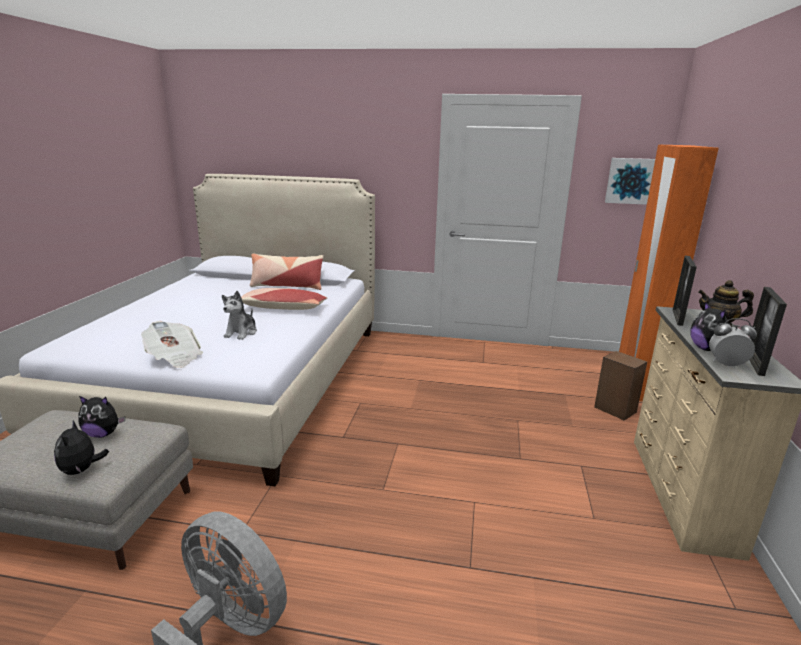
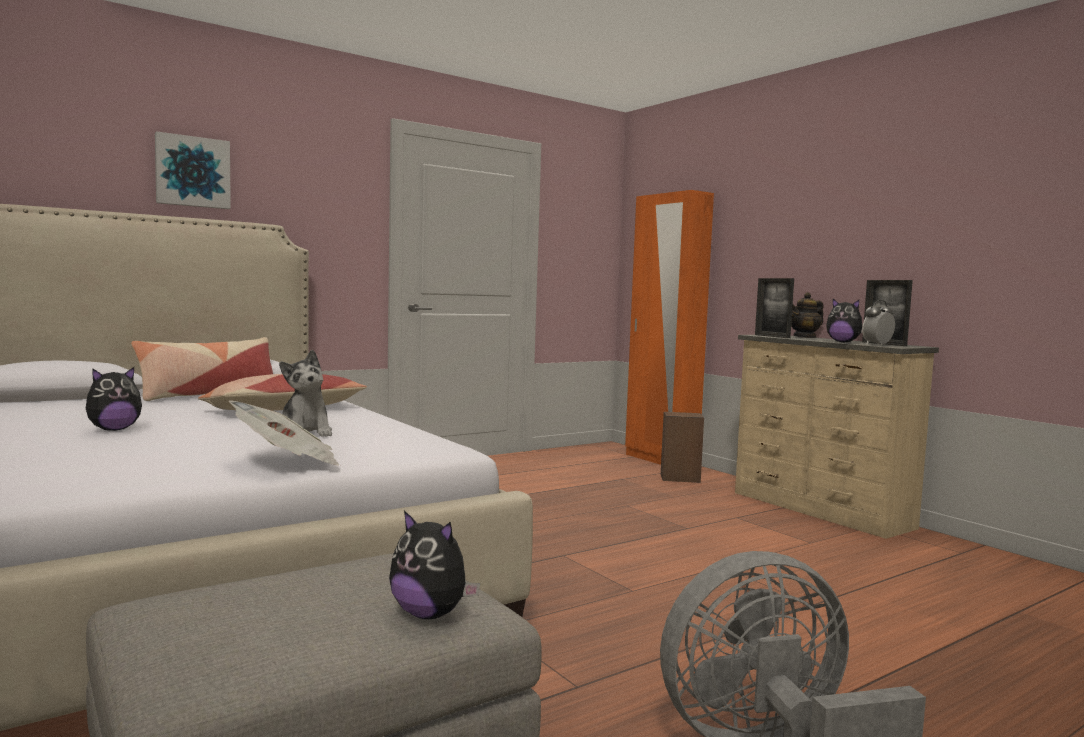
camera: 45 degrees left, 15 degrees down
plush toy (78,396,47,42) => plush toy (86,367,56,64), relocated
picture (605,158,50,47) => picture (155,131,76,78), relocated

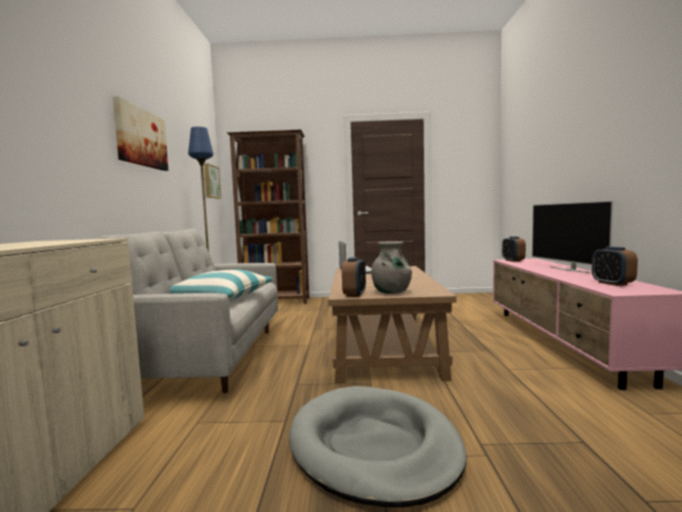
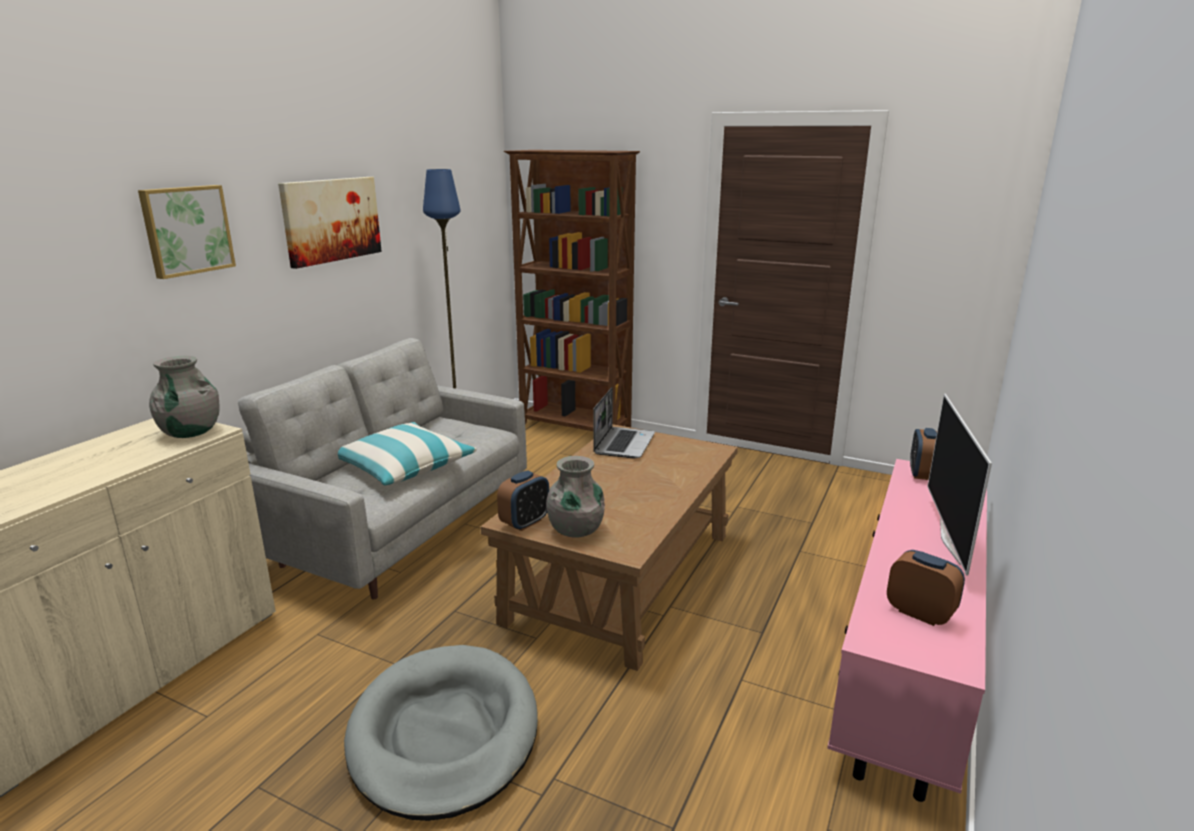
camera: 25 degrees right, 15 degrees up
nothing => vase (grey) (149,356,70,82)
picture (204,163,17,36) => picture (138,185,98,94), relocated
alarm clock (592,246,46,40) => alarm clock (887,550,78,76), 120 degrees clockwise

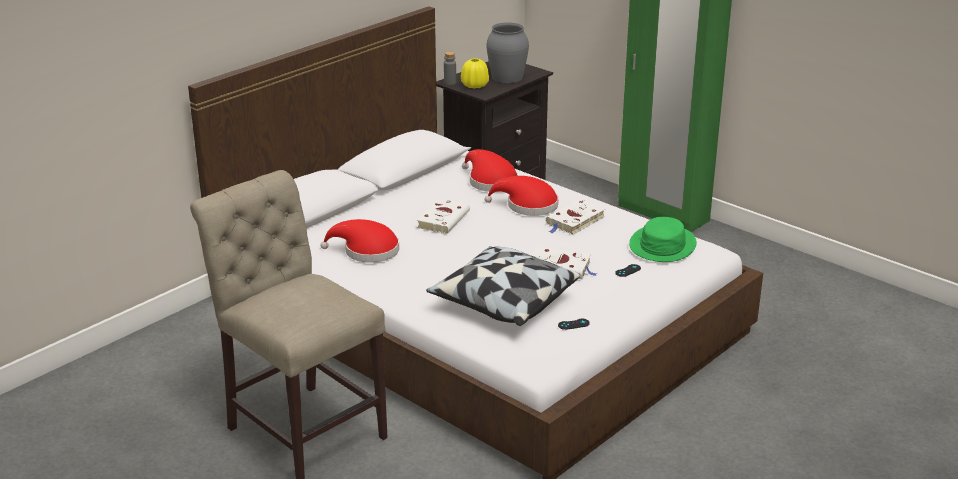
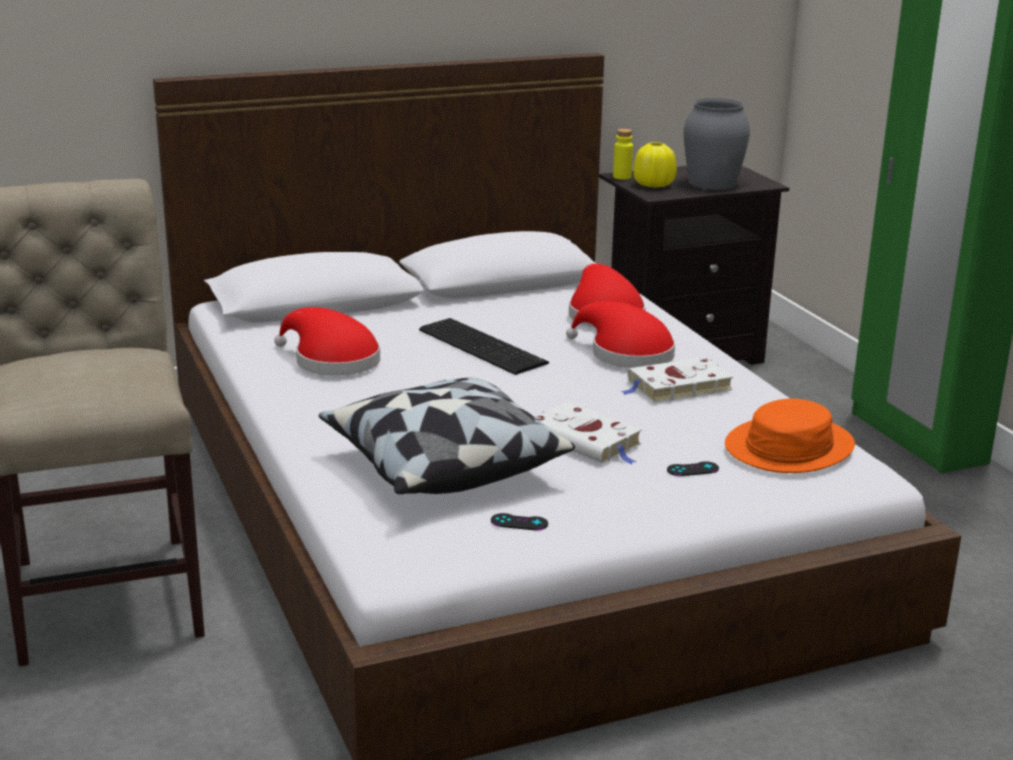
camera: 25 degrees right, 5 degrees down
book (white) (417,198,53,36) => keyboard (419,318,130,57)
bottle (grey) (444,52,12,33) => bottle (yellow) (613,129,20,51)
hat (green) (629,217,68,45) => hat (orange) (725,399,130,74)

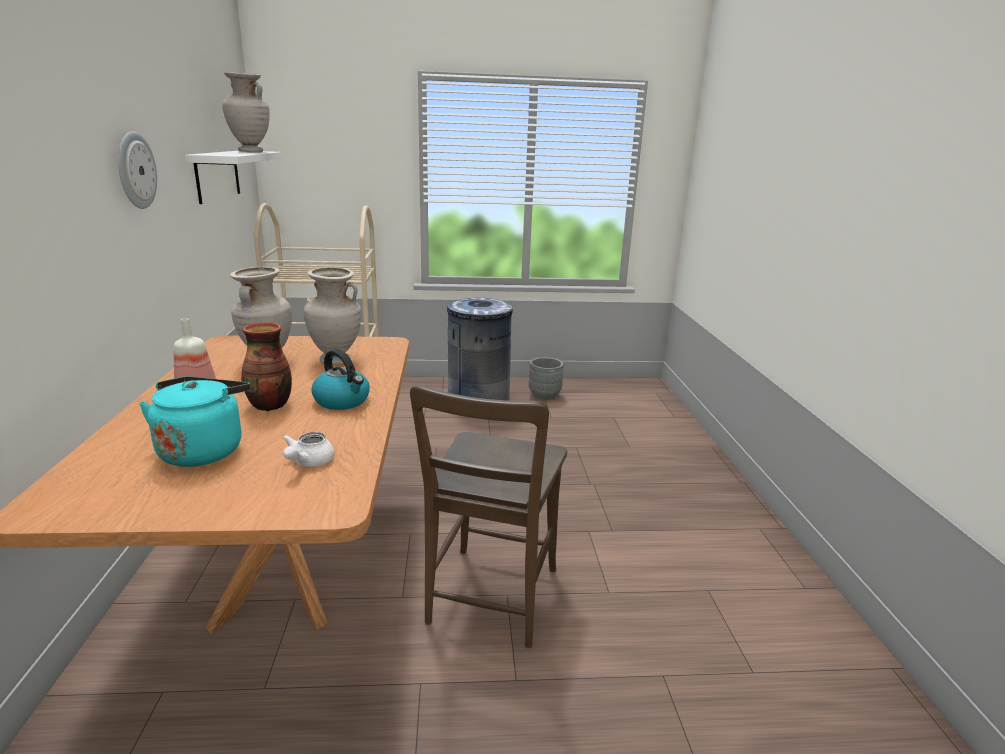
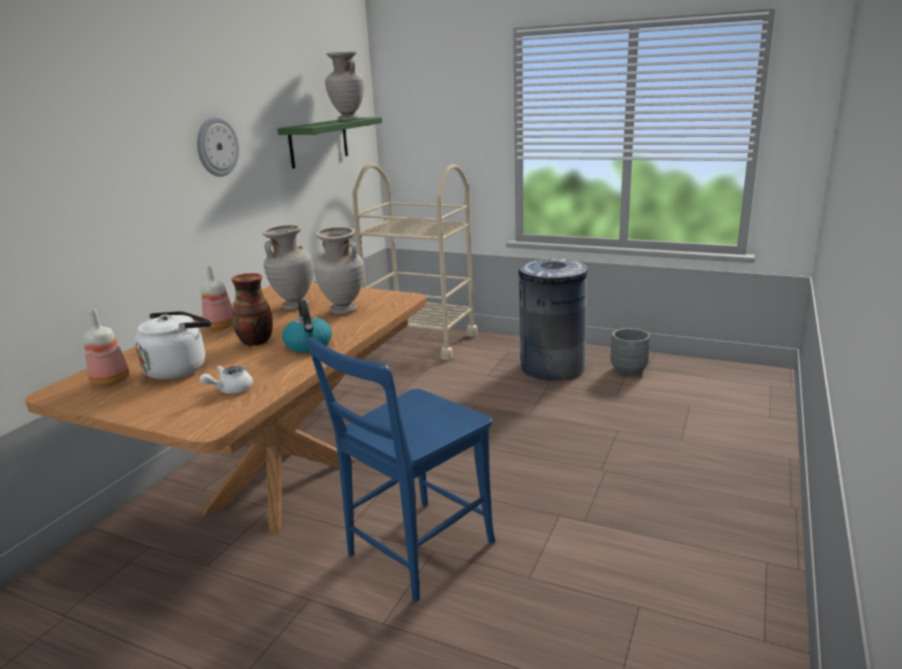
camera: 30 degrees right, 0 degrees up
nothing => bottle (84,310,45,77)
kettle (turquoise) (139,376,111,91) => kettle (white) (135,311,77,69)
shelf (white) (185,151,96,53) => shelf (green) (278,117,104,52)
chair (brown) (410,385,157,263) => chair (blue) (307,337,189,265)

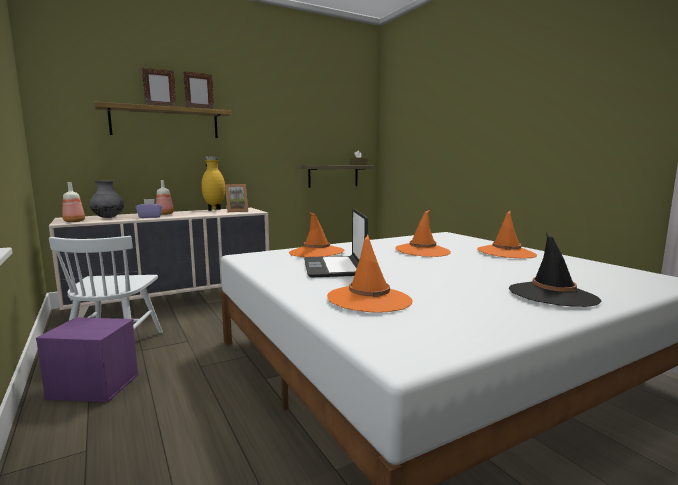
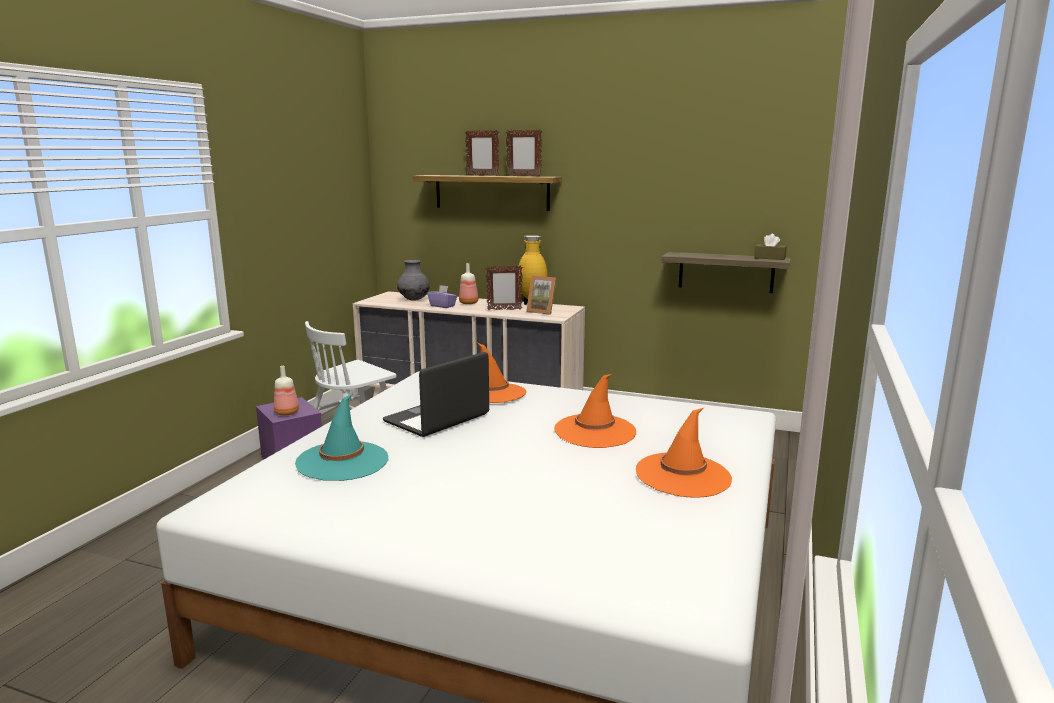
camera: 50 degrees right, 5 degrees up
hat (black) (509,232,92,75) => nothing
nothing => picture frame (485,265,38,45)
bottle (62,182,23,40) => bottle (274,366,25,50), relocated
hat (orange) (327,235,85,78) => hat (turquoise) (295,394,93,87)

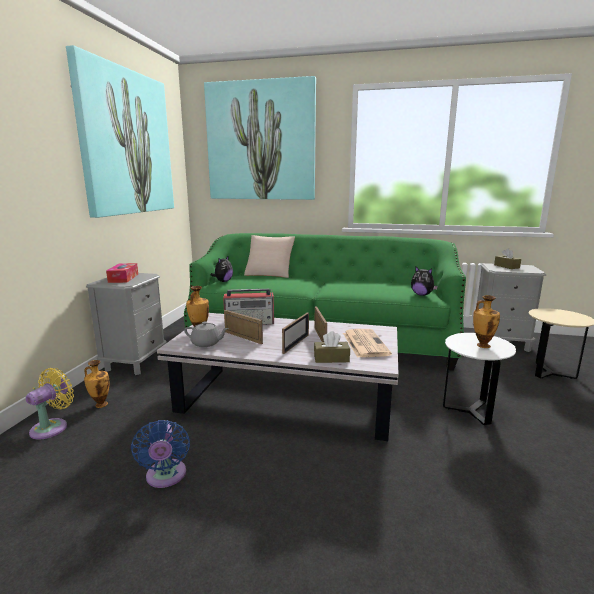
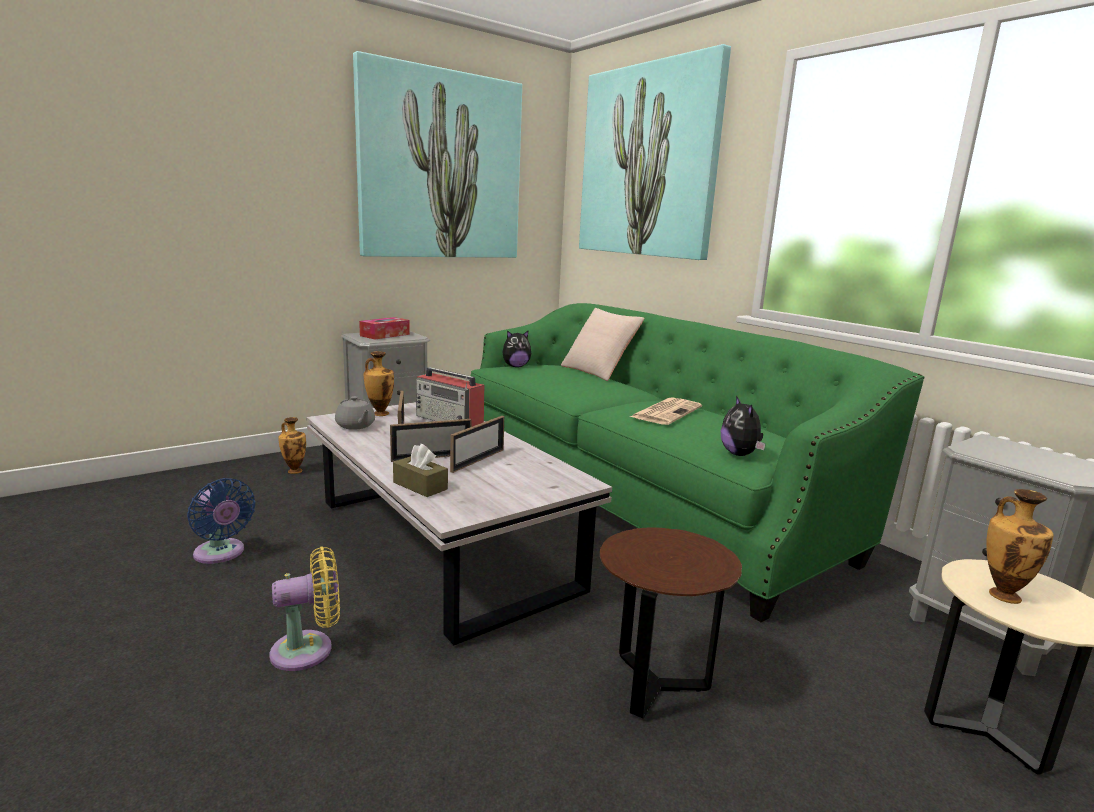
camera: 40 degrees right, 0 degrees up
tissue box (brown) (494,248,27,21) => nothing
fan (yellow) (26,368,48,72) => fan (yellow) (269,546,71,125), relocated
newspaper (343,329,49,29) => newspaper (630,397,72,28), relocated
vase (473,295,27,53) => vase (986,489,68,115), relocated
side table (white) (443,333,73,92) => side table (brown) (600,527,142,192)
fan (blue) (131,420,59,68) => fan (blue) (187,478,68,86), 75 degrees counterclockwise

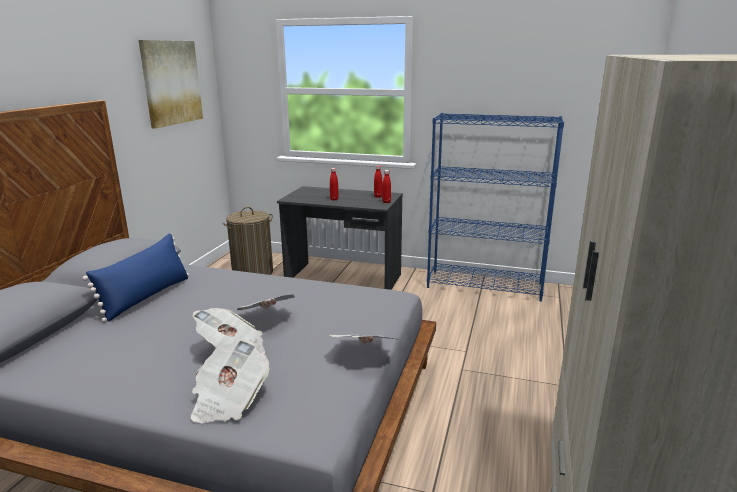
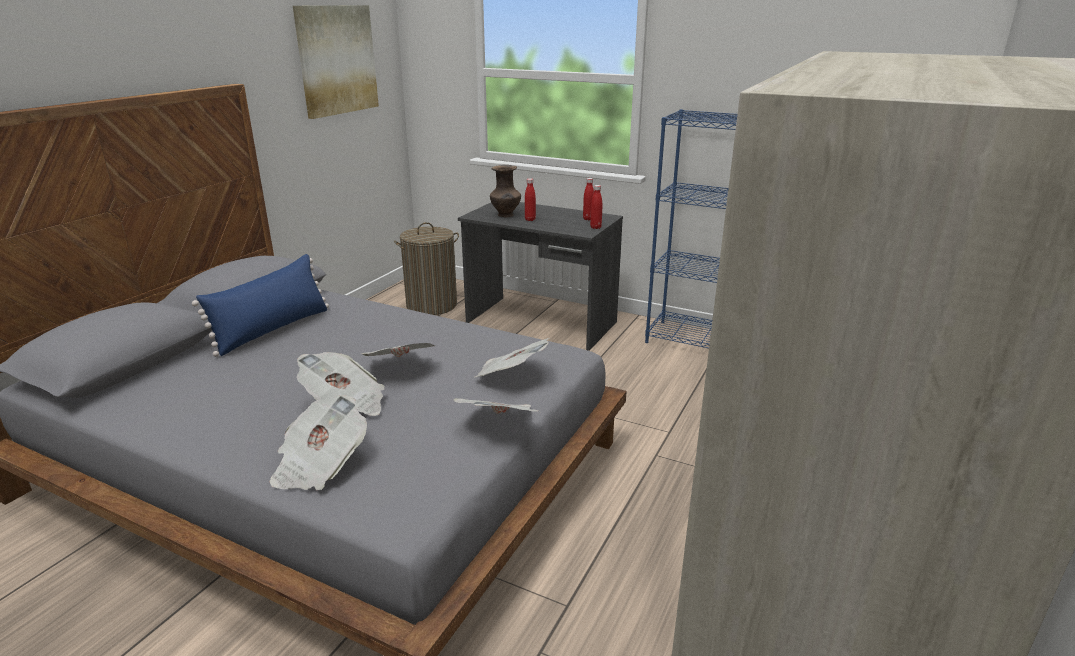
camera: 10 degrees right, 5 degrees up
nothing => newspaper (474,338,75,40)
nothing => vase (brown) (490,165,31,52)

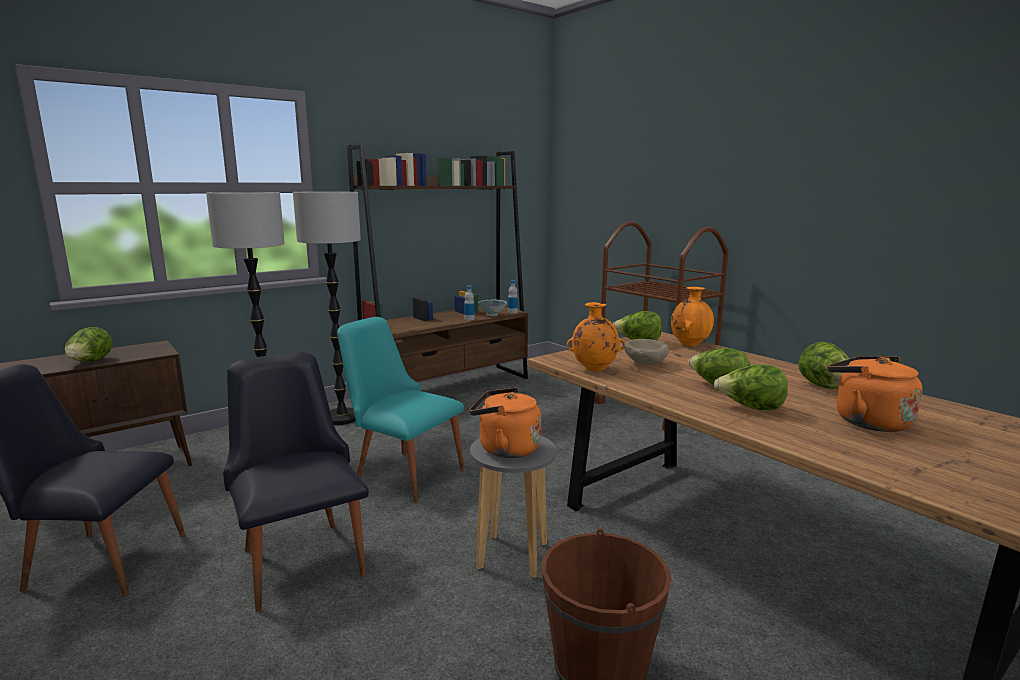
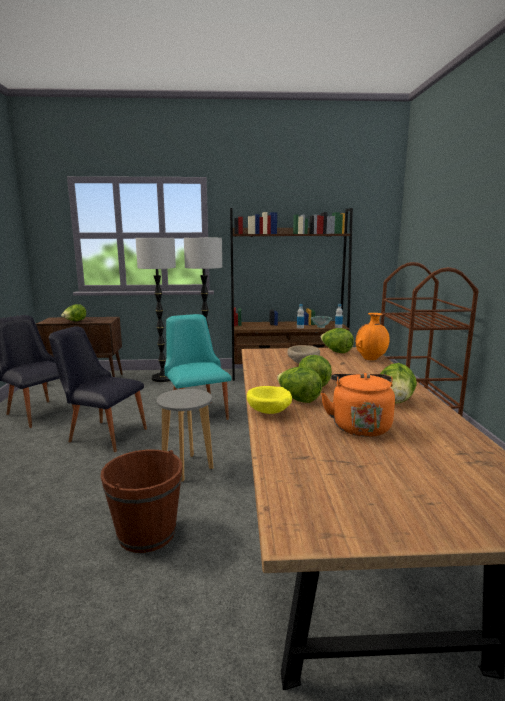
camera: 35 degrees right, 0 degrees up
kettle (orange) (469,388,72,70) => nothing
vase (orange) (567,302,58,69) => nothing
nothing => bowl (yellow) (247,386,45,28)
chair (black) (223,352,146,260) => chair (black) (49,326,98,126), 75 degrees counterclockwise

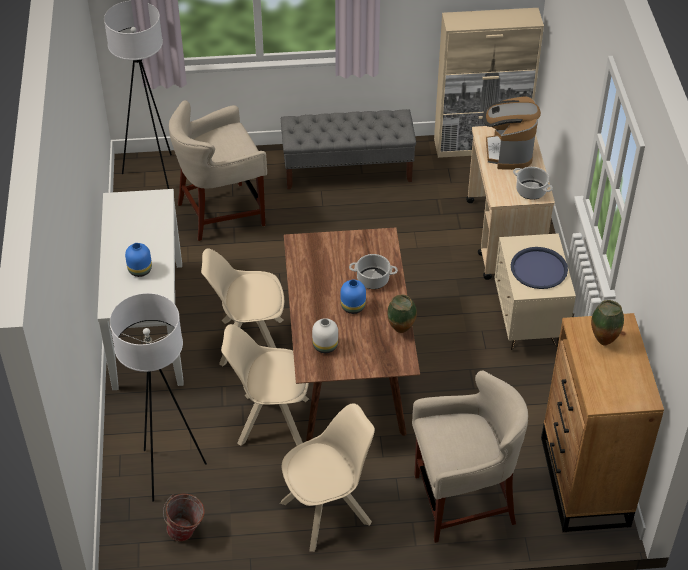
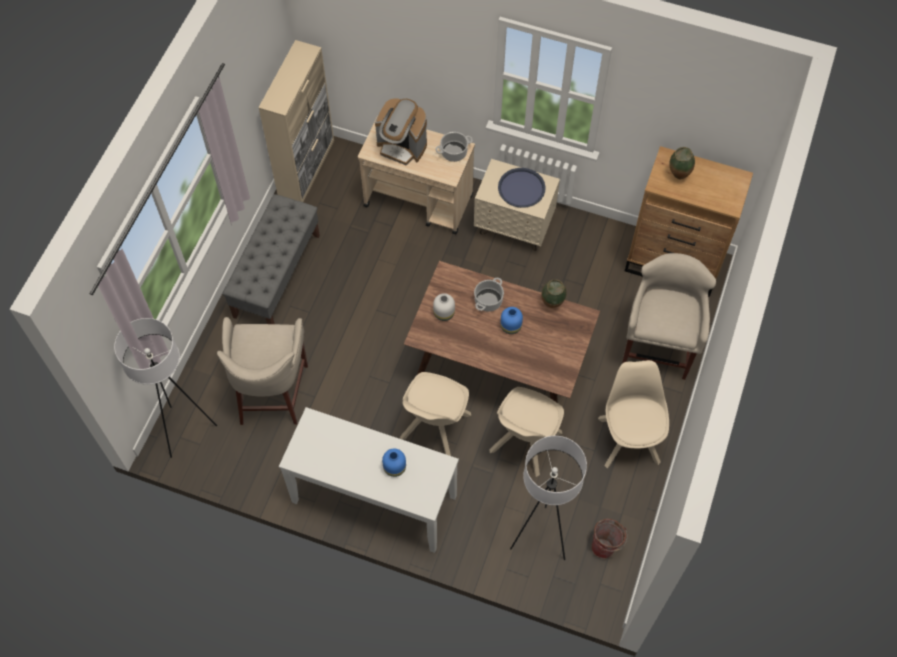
camera: 65 degrees left, 15 degrees up
vase (white) (312,318,26,35) => vase (white) (433,293,22,28), relocated

